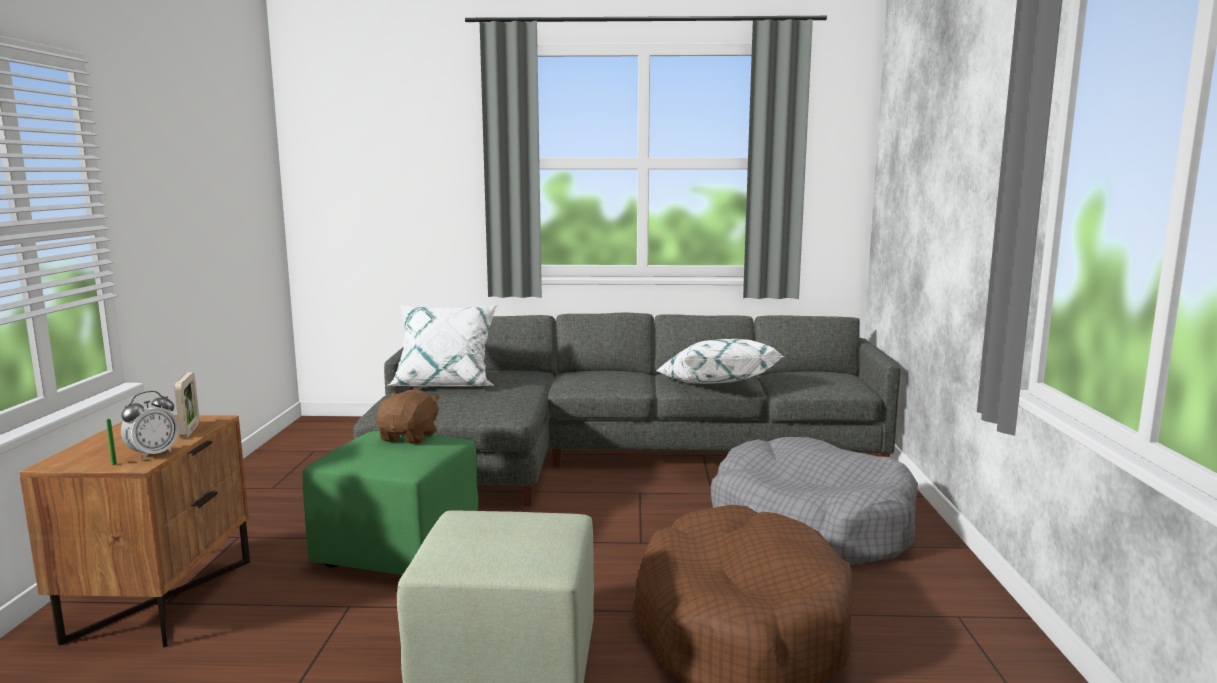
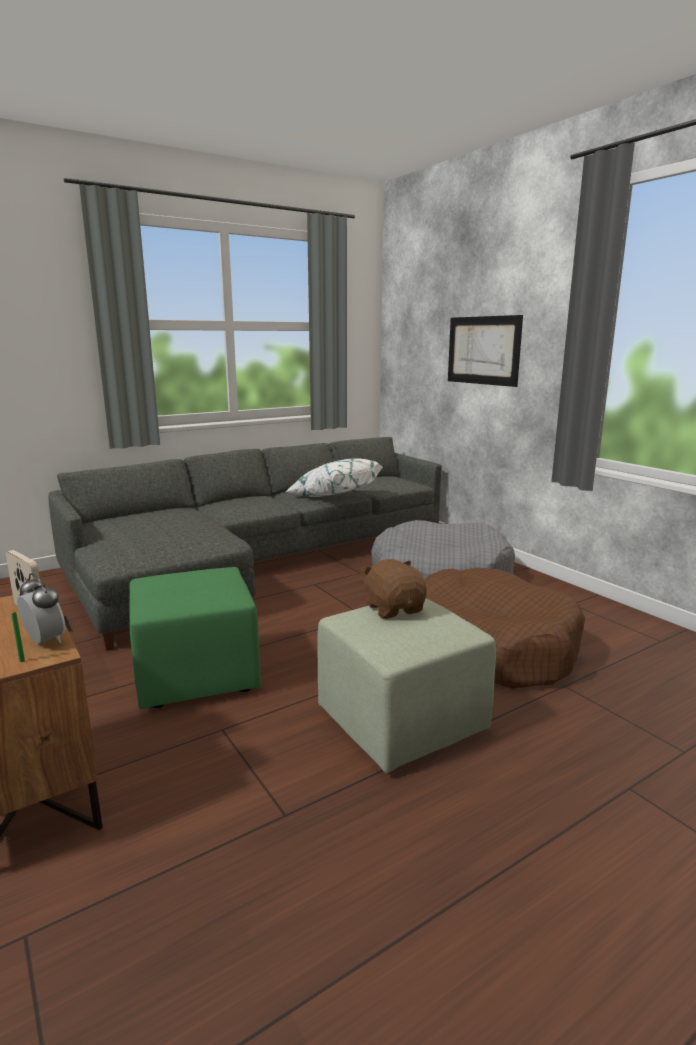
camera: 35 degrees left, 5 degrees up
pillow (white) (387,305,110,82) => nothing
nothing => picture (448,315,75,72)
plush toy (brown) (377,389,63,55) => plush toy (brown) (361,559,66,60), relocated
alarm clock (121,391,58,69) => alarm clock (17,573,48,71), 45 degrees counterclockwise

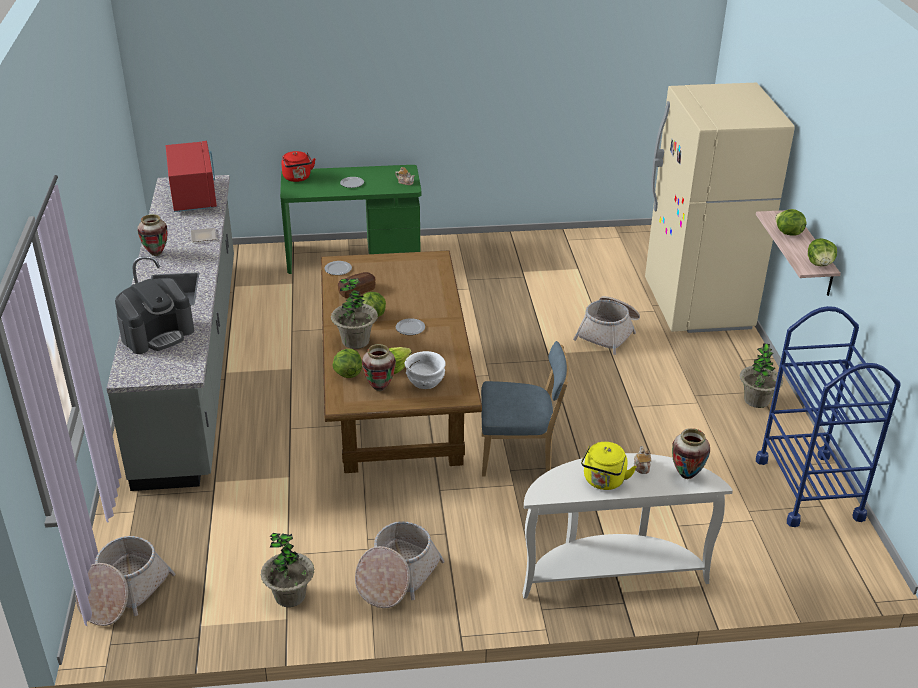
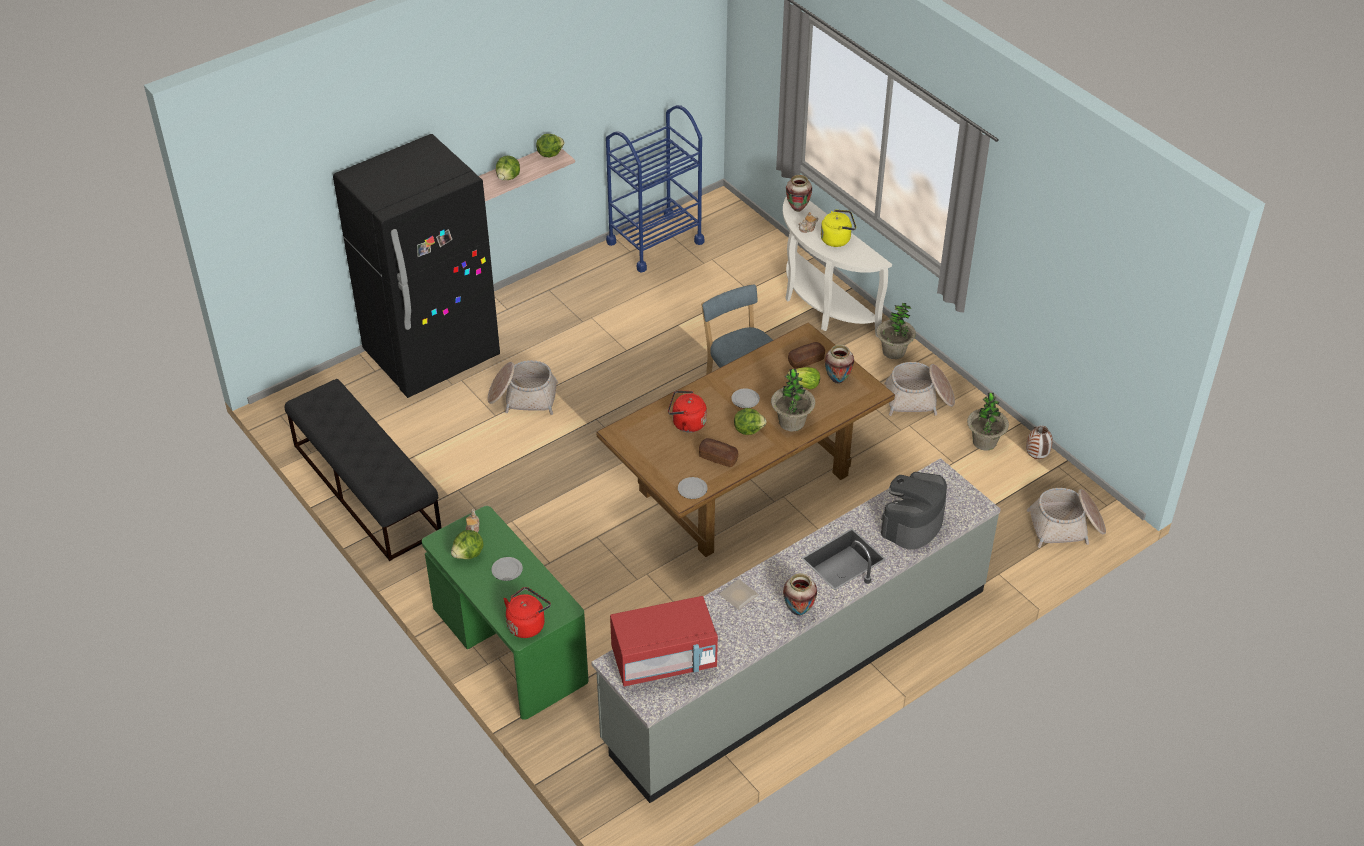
camera: 120 degrees left, 10 degrees up
nothing => bench (black) (285,379,157,182)
nothing => kettle (red) (668,391,39,42)
nothing => vase (1026,425,27,34)
lettuce (332,349,30,29) => lettuce (451,530,32,29), relocated
potted plant (739,343,44,65) => potted plant (876,303,40,56), relocated
bowl (white) (405,351,41,38) => bread (788,342,37,27)
fridge (beige) (645,83,150,250) => fridge (black) (333,134,167,264)
coffee machine (115,278,79,76) => coffee machine (881,472,66,78), 75 degrees counterclockwise
microwave (red) (166,141,51,71) => microwave (red) (610,596,108,91), 150 degrees counterclockwise

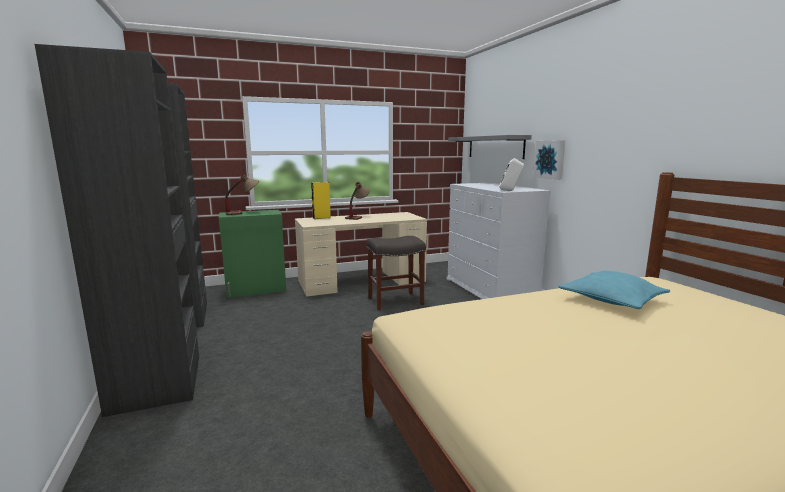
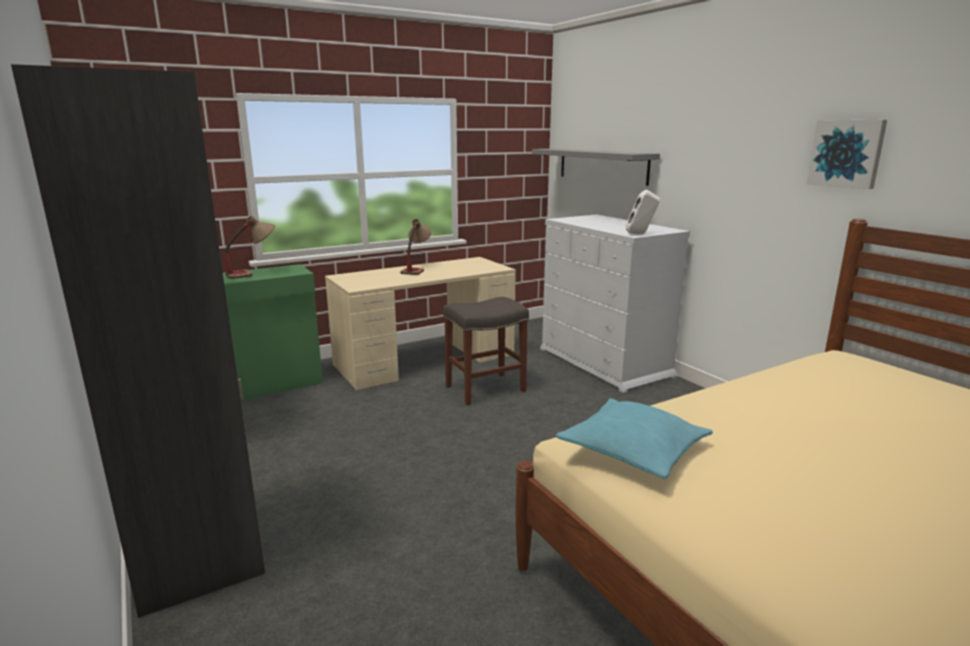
camera: 10 degrees left, 5 degrees up
speaker (yellow) (311,182,20,37) => nothing
picture (533,140,32,40) => picture (807,120,80,69), relocated
pillow (turquoise) (558,271,112,38) => pillow (turquoise) (556,398,157,81), relocated

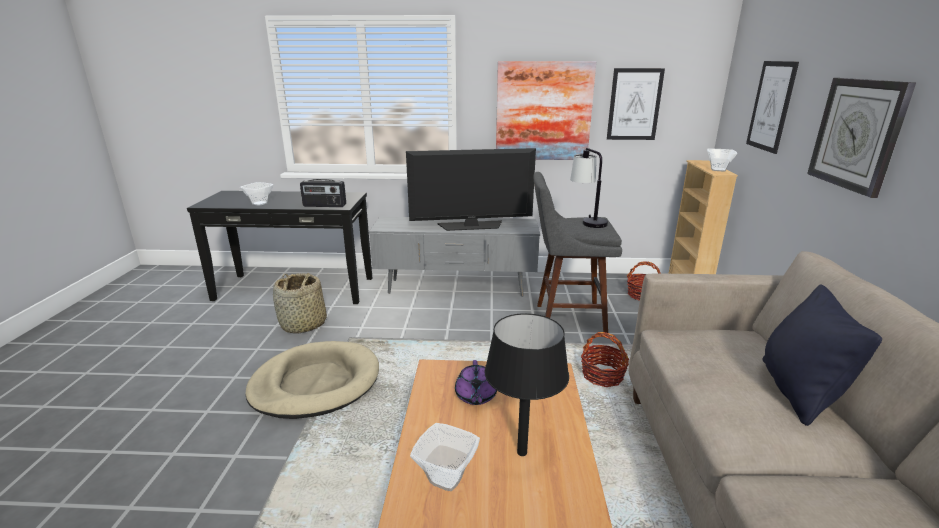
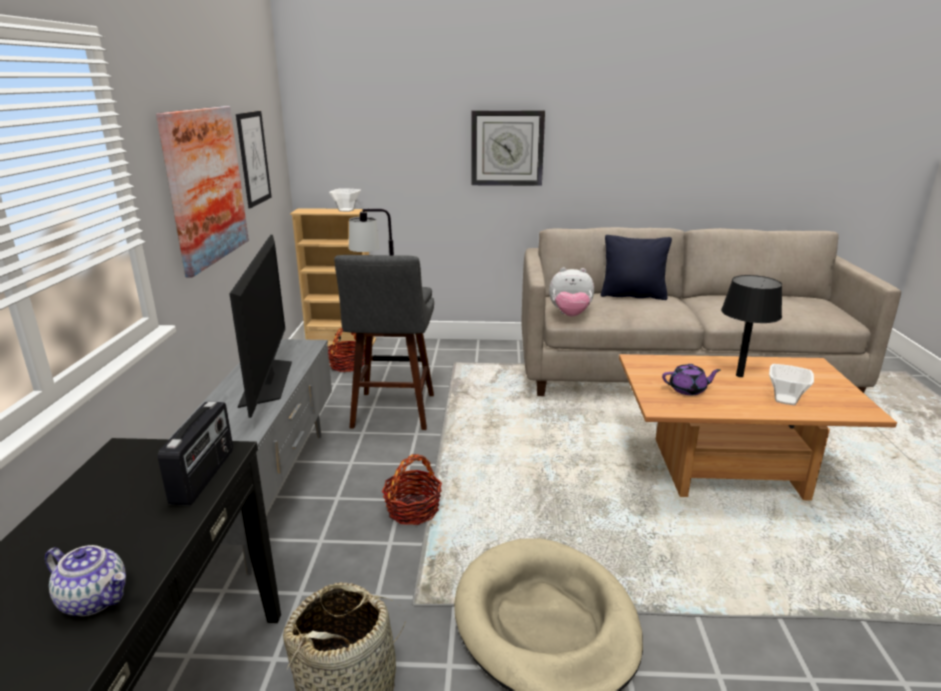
camera: 90 degrees left, 0 degrees up
picture (746,61,53,93) => nothing
nothing => plush toy (549,267,45,50)
basket (581,332,48,55) => basket (382,454,60,71), relocated
bowl (240,182,34,24) => teapot (45,545,81,71)

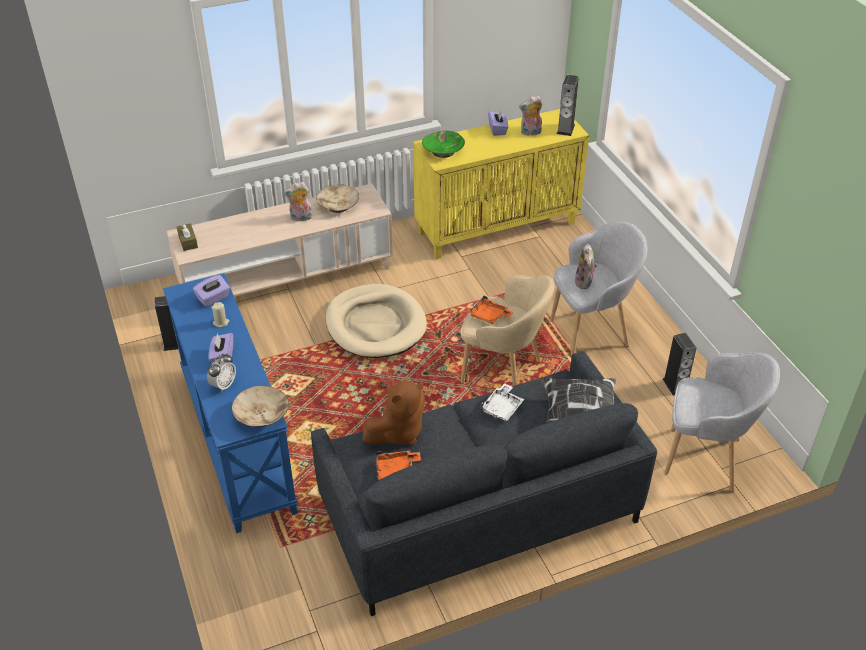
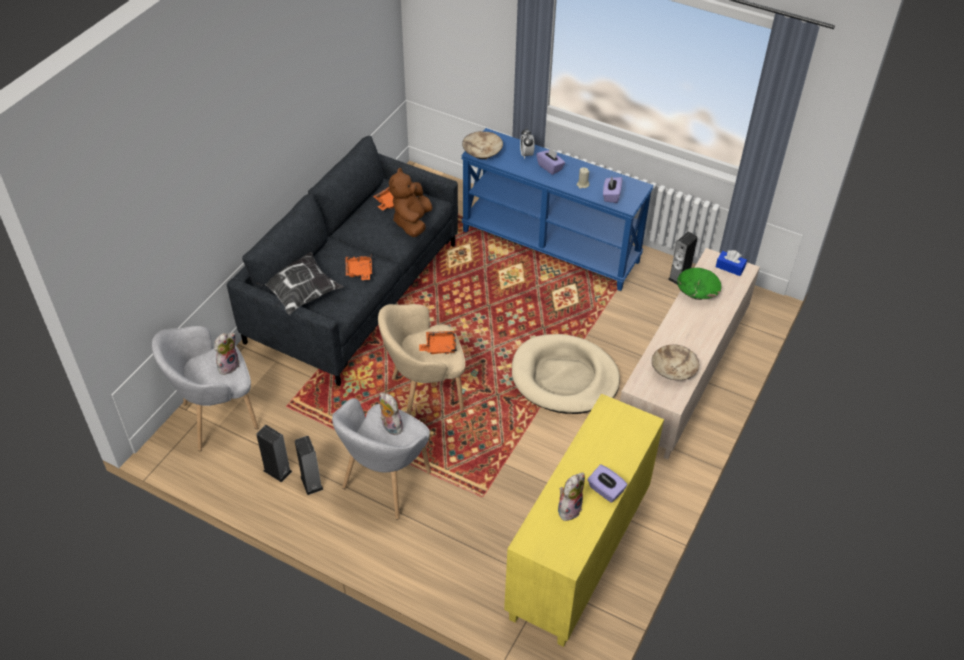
camera: 140 degrees right, 5 degrees up
plush toy (284,182,29,40) => plush toy (214,333,25,42), relocated
bowl (green) (422,131,43,27) => bowl (green) (677,268,44,32), relocated
speaker (557,75,22,61) => speaker (295,436,28,59), relocated
tissue box (brown) (177,223,21,28) => tissue box (blue) (716,250,31,26)
tray (white) (480,383,44,38) => tray (orange) (345,256,27,24)

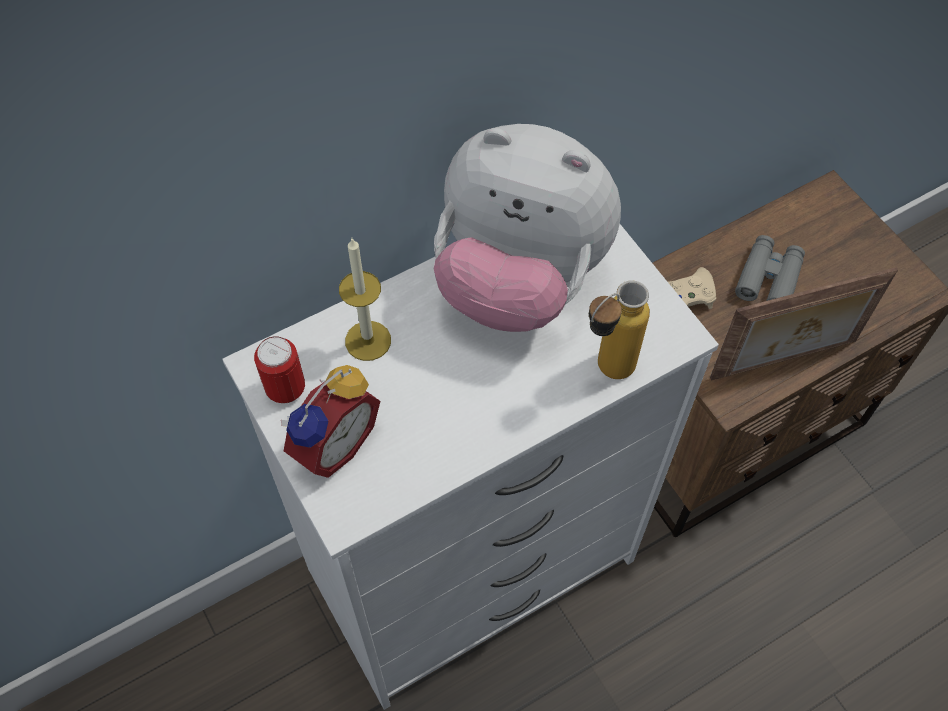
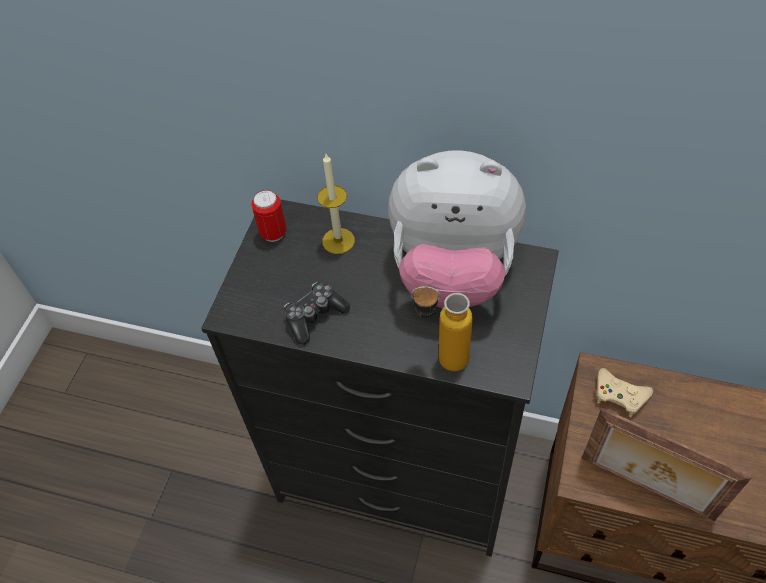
camera: 50 degrees right, 5 degrees down
alarm clock (281,365,99,113) => nothing
binoculars (grey) (735,235,70,66) => nothing
nothing => game controller (284,282,66,63)
dresser (white) (222,224,497,486) => dresser (black) (201,199,358,358)
plush toy (434,124,187,208) => plush toy (388,150,138,158), 60 degrees counterclockwise

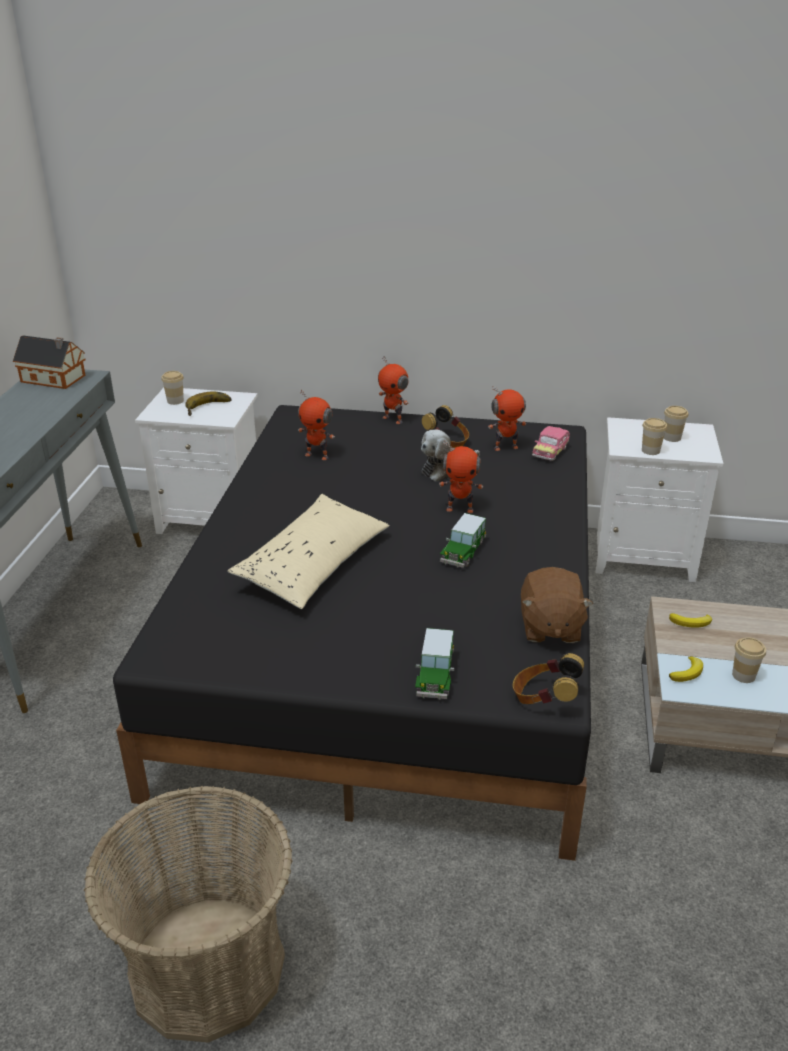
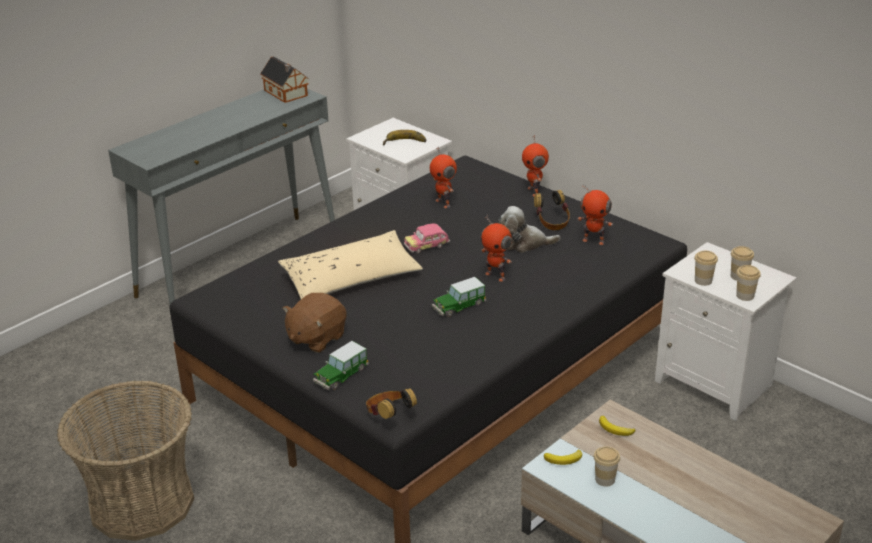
camera: 35 degrees right, 0 degrees up
cup (161,371,23,34) => cup (736,265,25,36), relocated
plush toy (brown) (521,567,72,76) => plush toy (brown) (283,293,63,60), relocated
toy car (532,426,38,35) => toy car (404,223,46,30), relocated

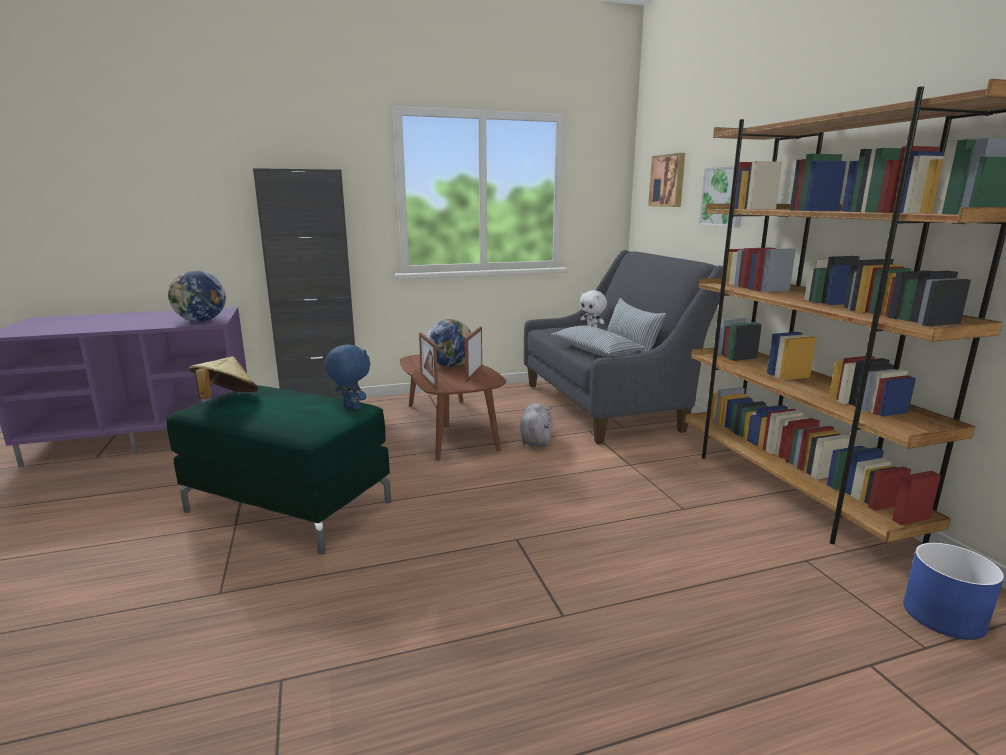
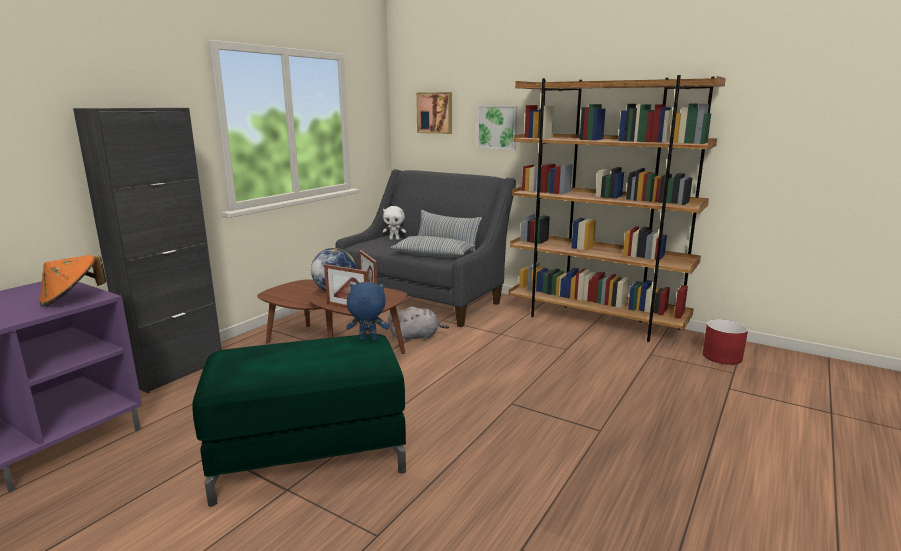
camera: 40 degrees left, 0 degrees up
hat (beige) (189,356,70,43) => nothing
globe (168,270,58,52) => hat (orange) (40,255,66,52)
planter (blue) (903,543,101,97) => planter (red) (703,319,45,46)
plush toy (grey) (520,403,33,43) => plush toy (grey) (388,306,61,35), 120 degrees clockwise

